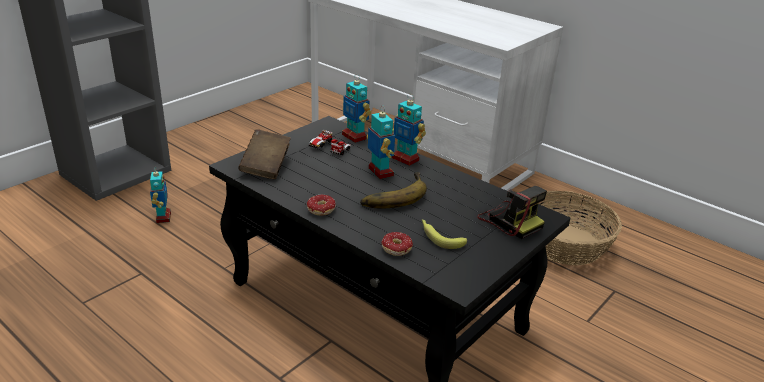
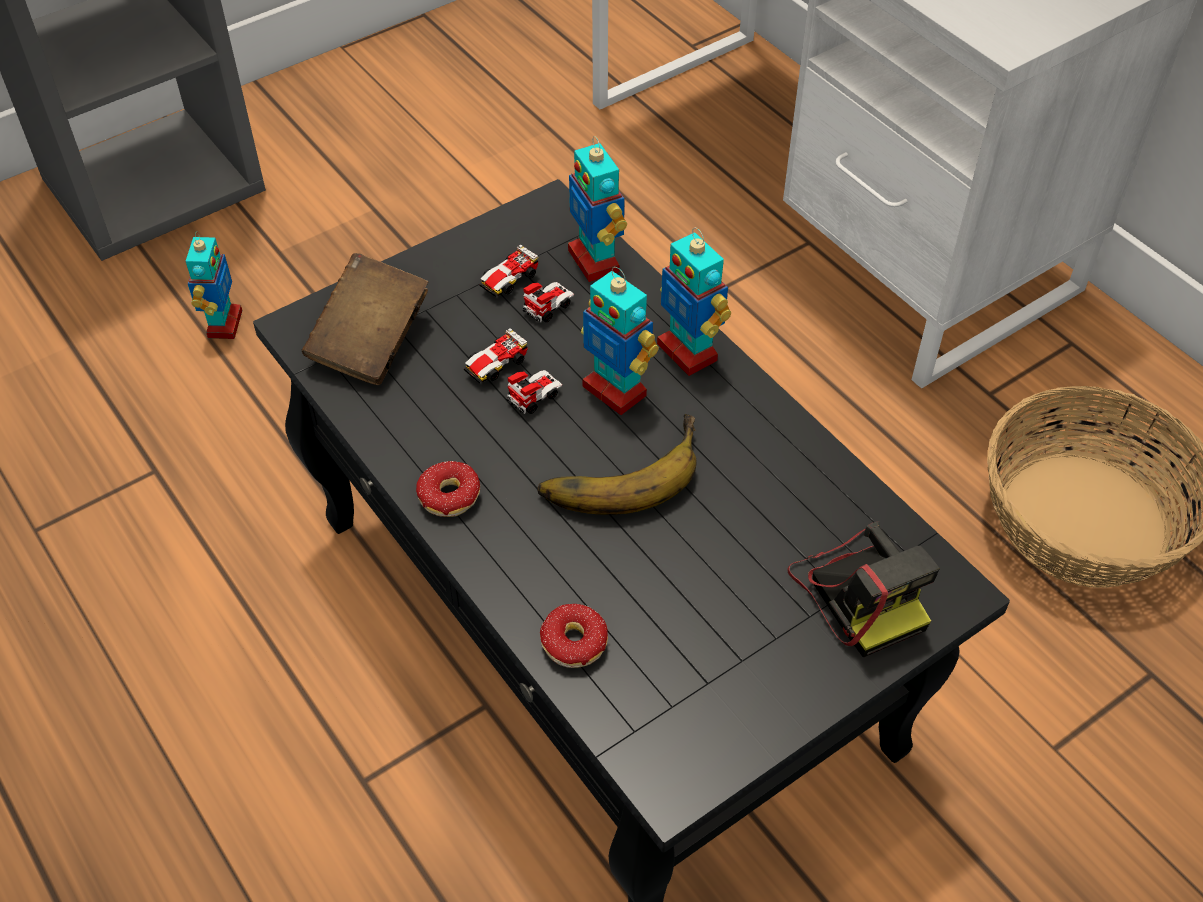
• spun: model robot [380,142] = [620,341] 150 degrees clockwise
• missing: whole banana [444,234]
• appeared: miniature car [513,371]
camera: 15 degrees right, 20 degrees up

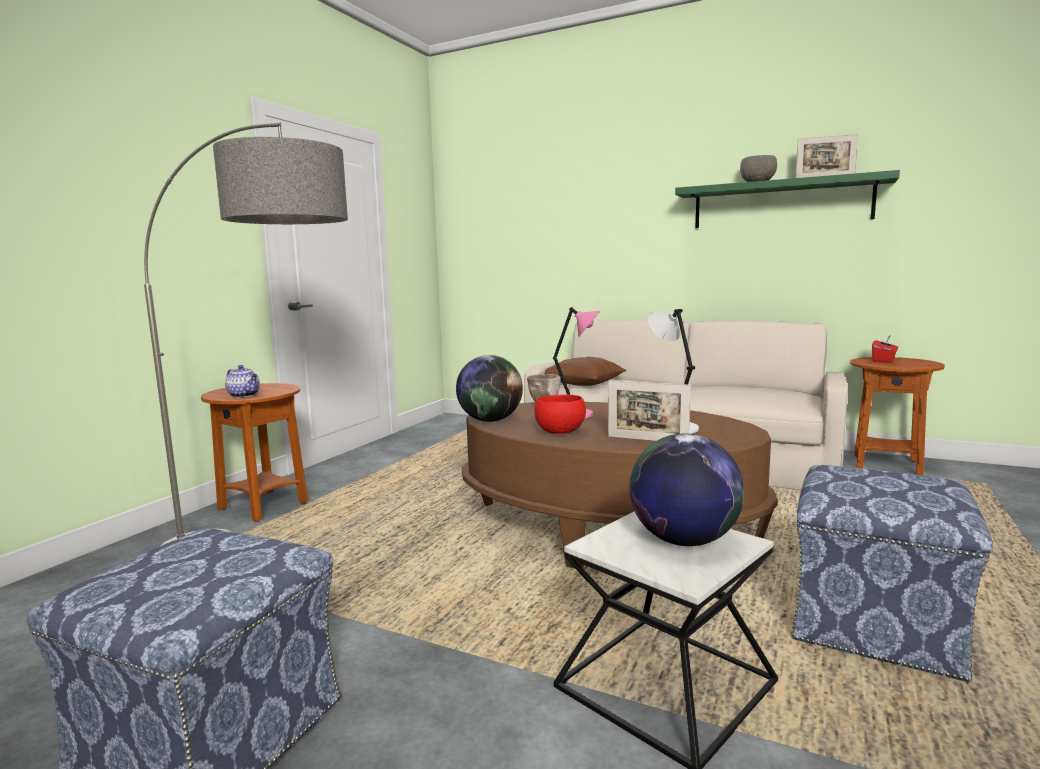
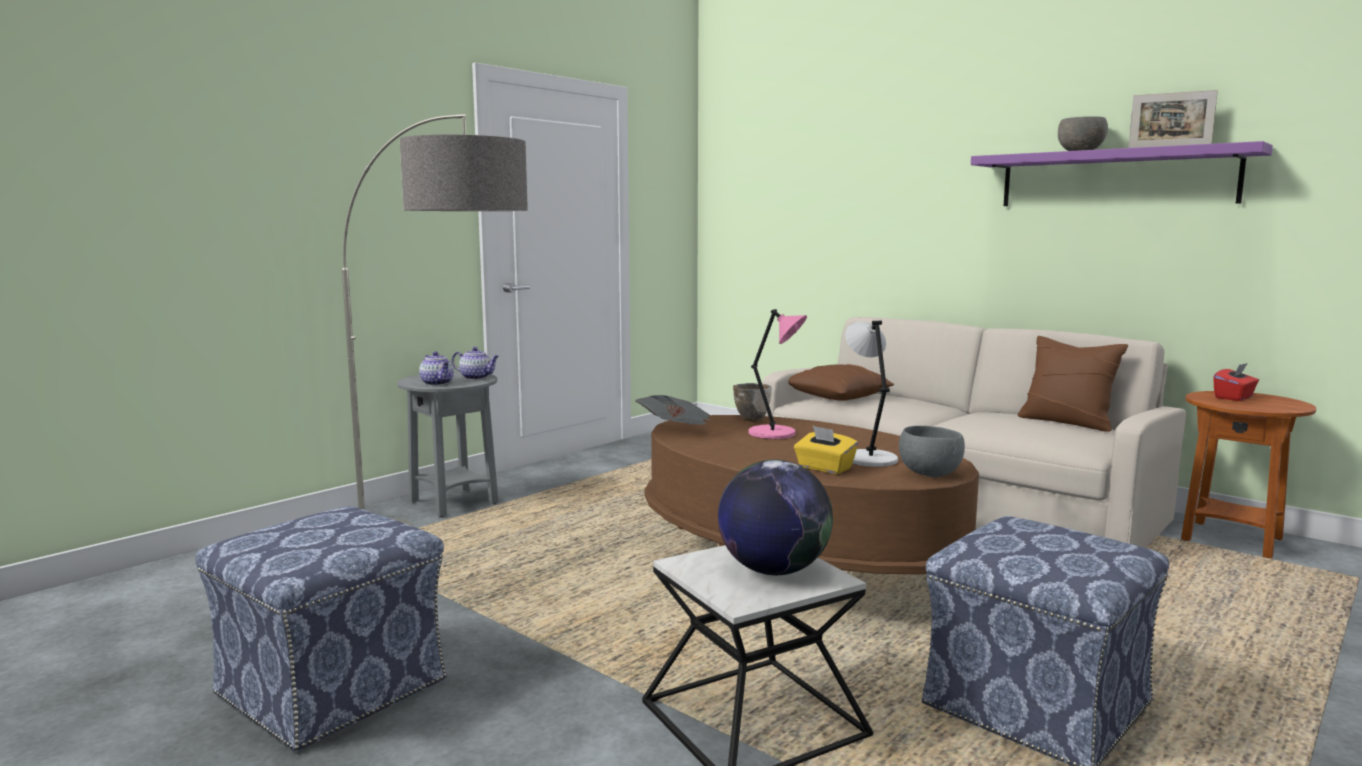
• colour: side table in brown [254,452] to side table in greyish [448,444]
• exchanged: globe [489,388] to daily paper [672,410]
• missing: bowl in red [560,414]
• exchanged: photo frame [649,410] to box of tissues in yellowish [826,450]
• colour: bracket shelf in green-coloured [787,199] to bracket shelf in purplish [1122,173]
• appeared: pot for tea [475,363]
• appeared: bowl in greyish [932,451]
• appeared: pillow in brown [1073,384]
camera: 15 degrees right, 0 degrees up

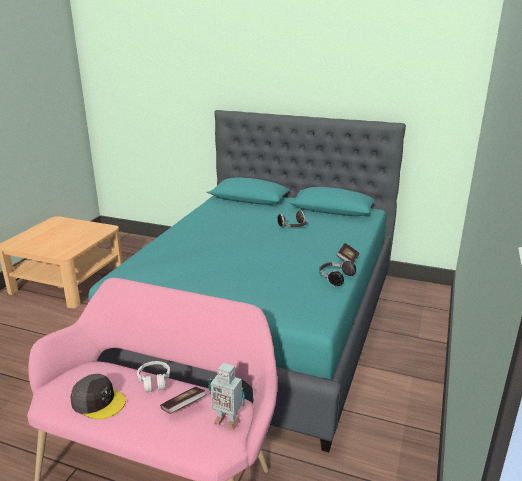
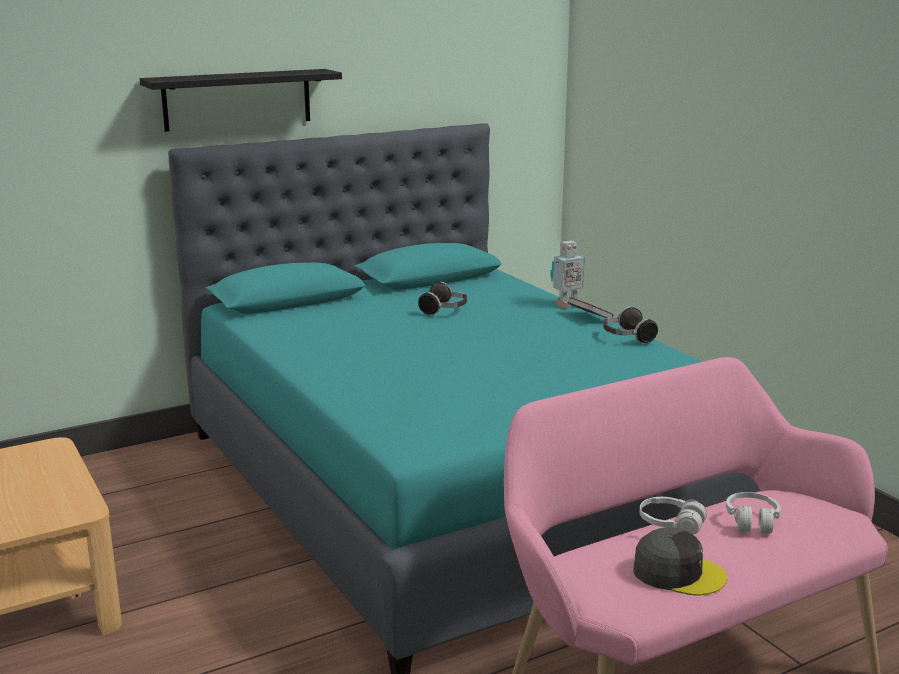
• spun: baseball cap in greyish [98,396] = [680,561] 45 degrees clockwise
• exchanged: bound book [183,400] to headphones in whitish [753,513]
• relocated: model robot [227,396] to [568,275]
• appeared: bracket shelf in blackish [241,100]
camera: 50 degrees left, 5 degrees down

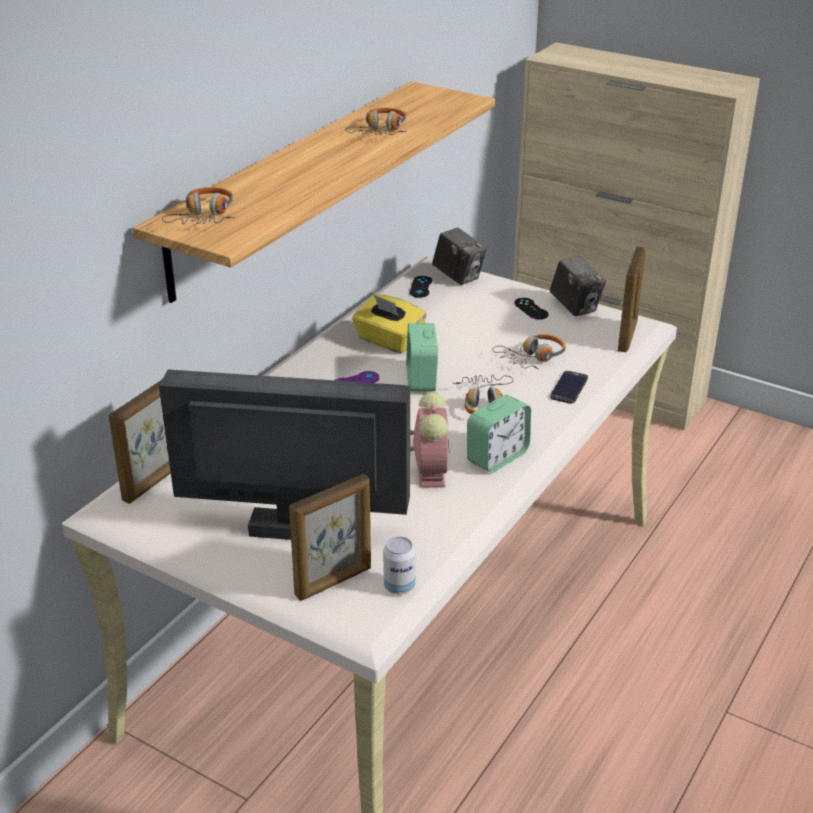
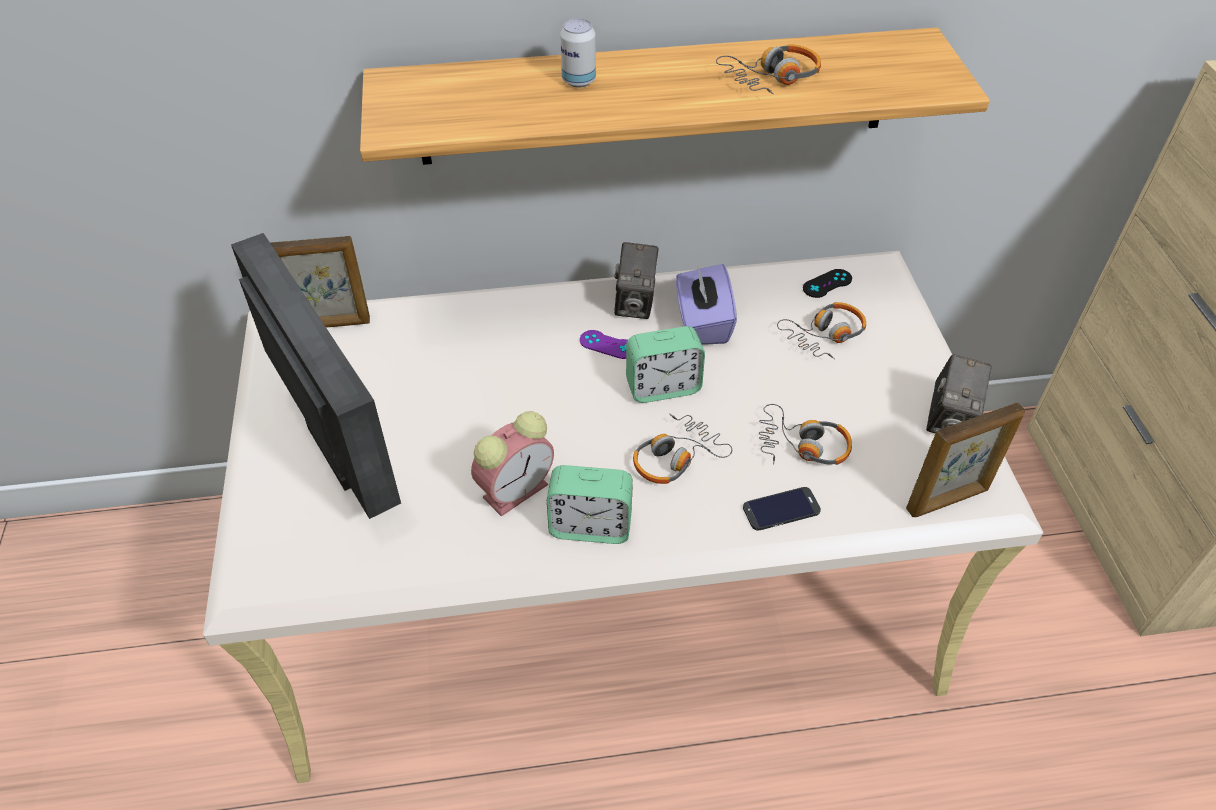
• relocated: headphones [198,205] to [821,330]
• missing: photo frame [330,537]
• colour: box of tissues in yellowish [389,324] to box of tissues in purplish [706,304]
• relocated: can [399,565] to [578,53]
• spun: alarm clock [422,357] = [665,364] 150 degrees counterclockwise
• relocated: still camera [459,256] to [636,280]
• missing: gamepad in blackish [531,309]
camera: 50 degrees right, 15 degrees up

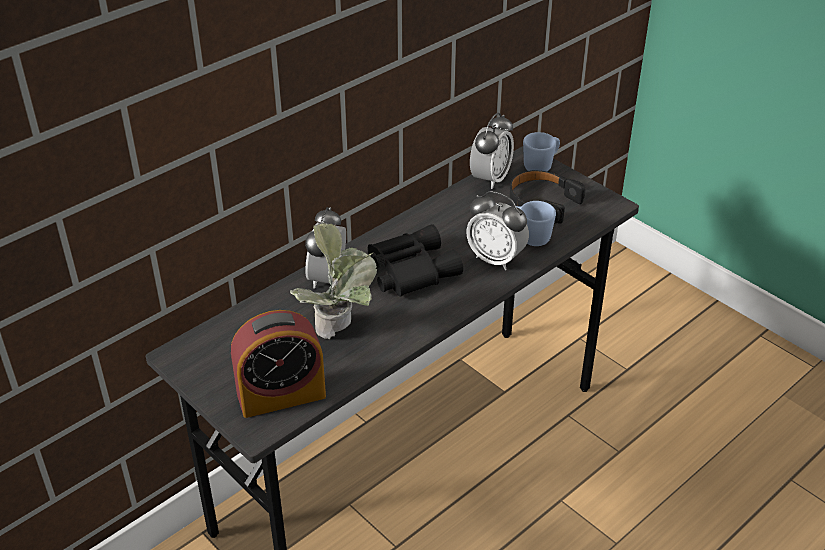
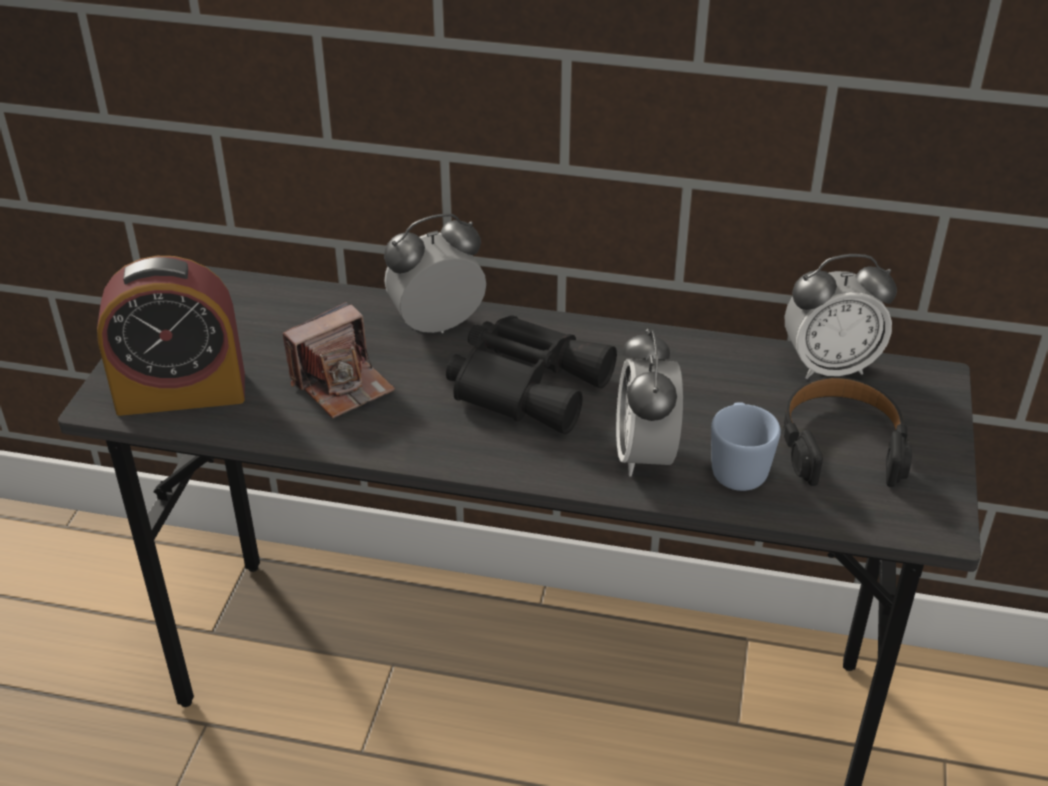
• spun: alarm clock [278,364] = [171,336] 45 degrees counterclockwise
• exchanged: houseplant [333,280] to still camera [339,360]
• missing: mug in bluish [541,151]
camera: 55 degrees right, 0 degrees up

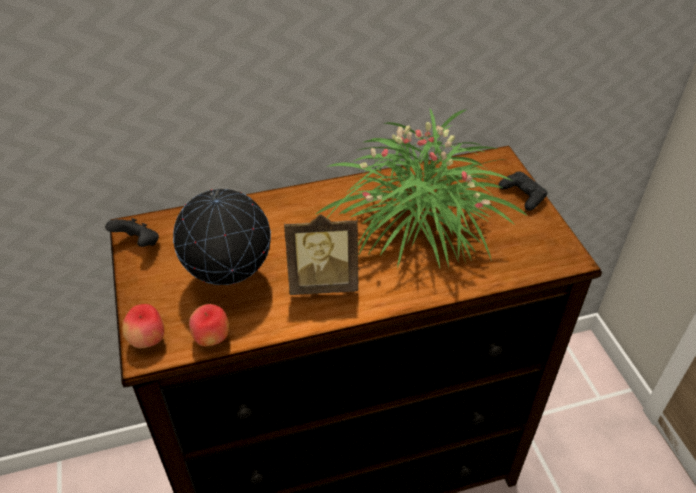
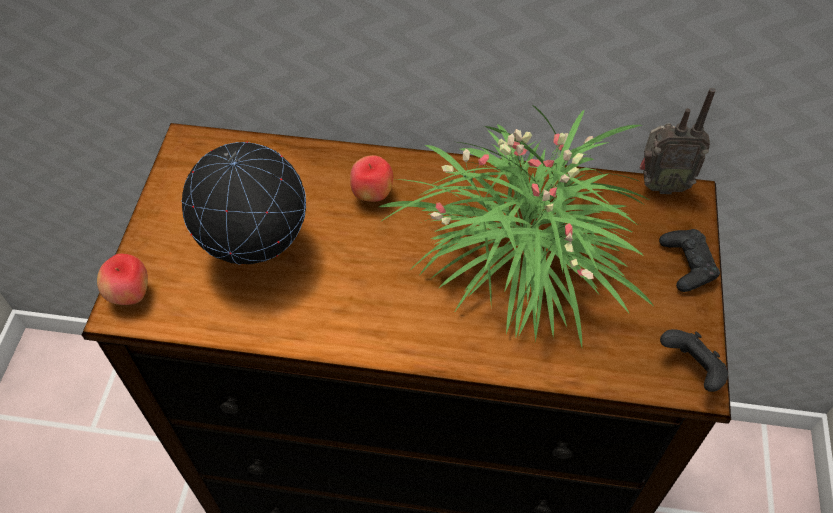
• relocated: gamepad in blackish [132,232] to [694,360]
• relocated: apple fruit [209,325] to [371,178]
• missing: photo frame [321,254]
• appeared: radio receiver [678,141]
camera: 25 degrees right, 10 degrees up

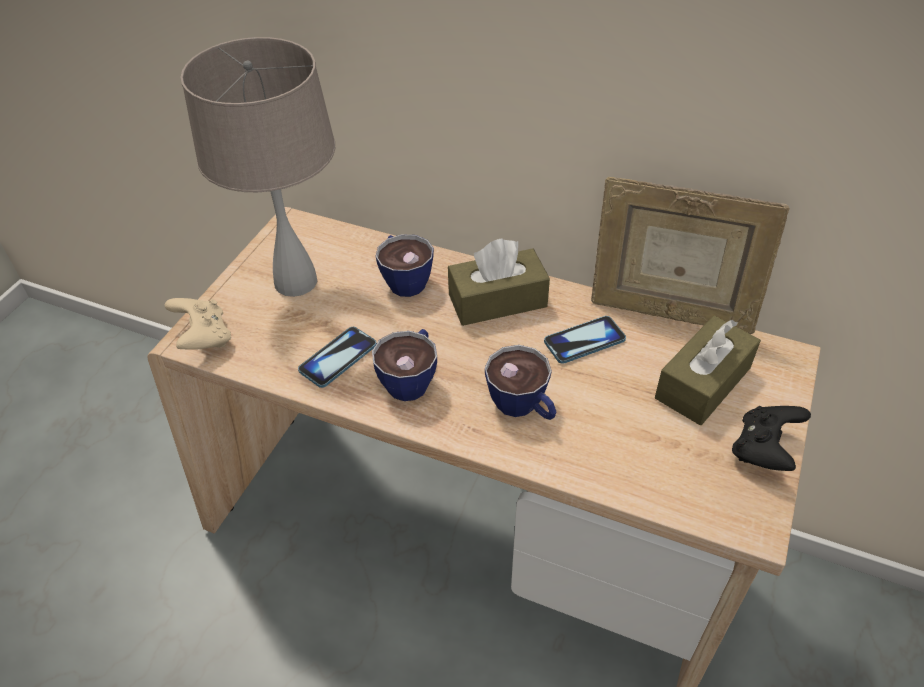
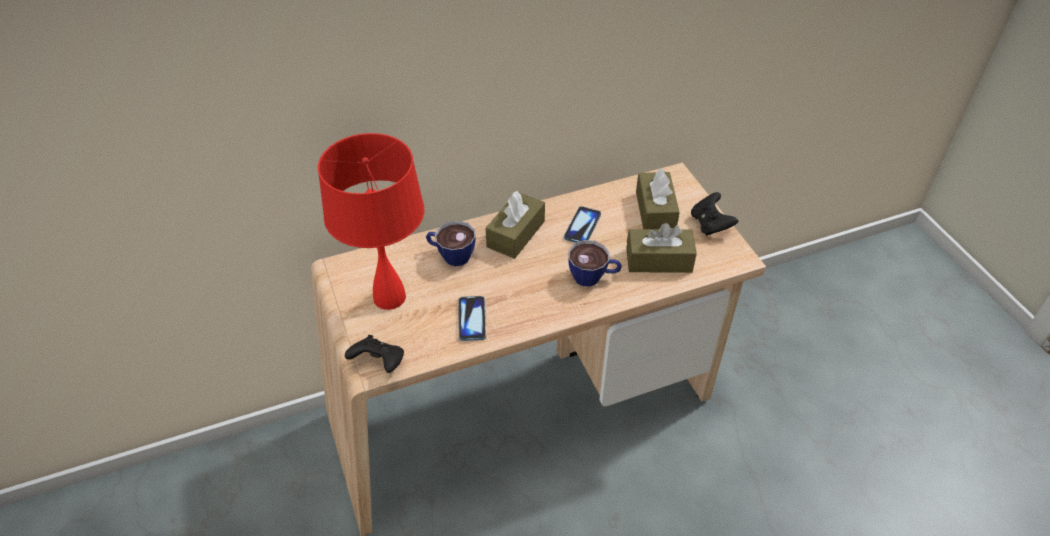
• colour: gamepad in beige-coloured [198,324] to gamepad in blackish [374,354]
• colour: table lamp in beige-coloured [257,167] to table lamp in red [371,221]
• missing: small cup [404,365]
• missing: photo frame [690,255]
• appeared: box of tissues in brown [661,248]
camera: 45 degrees left, 0 degrees up

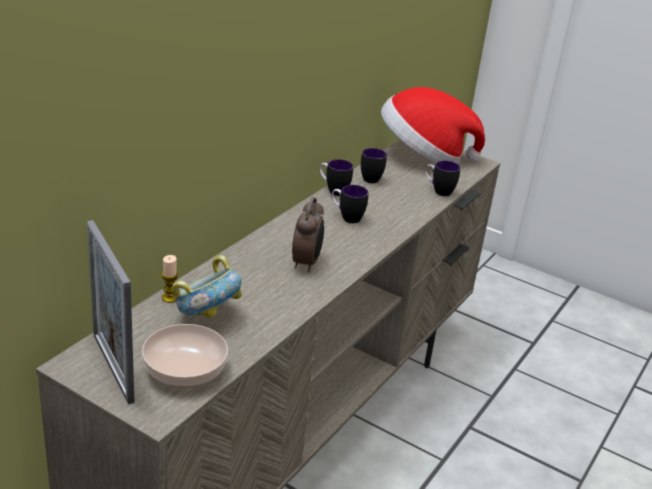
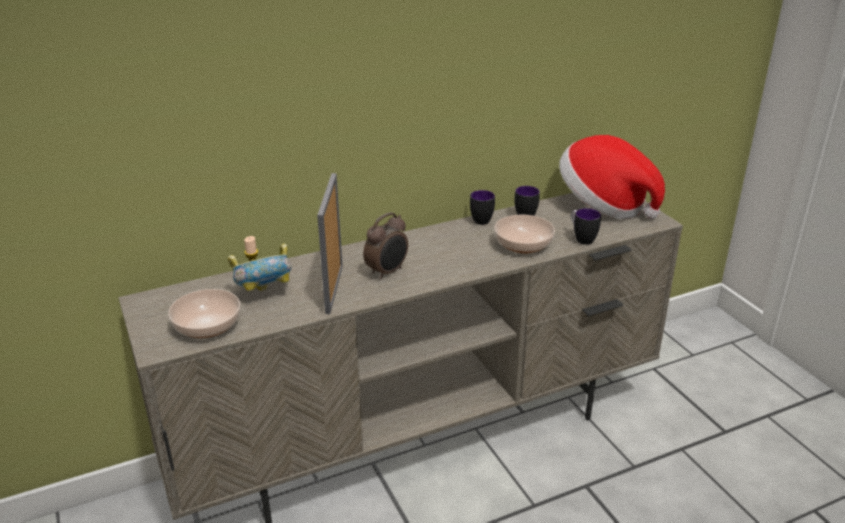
• relocated: photo frame [110,312] to [330,243]
• missing: mug [350,204]
• appeared: bowl [524,234]
camera: 35 degrees right, 0 degrees up

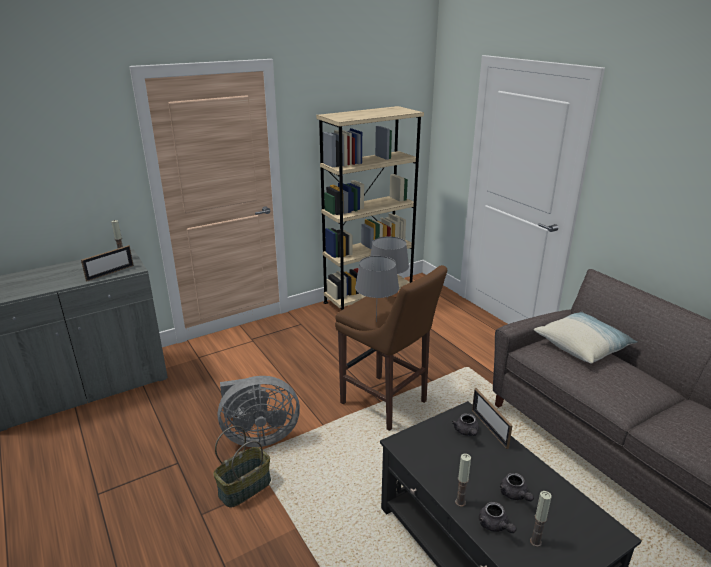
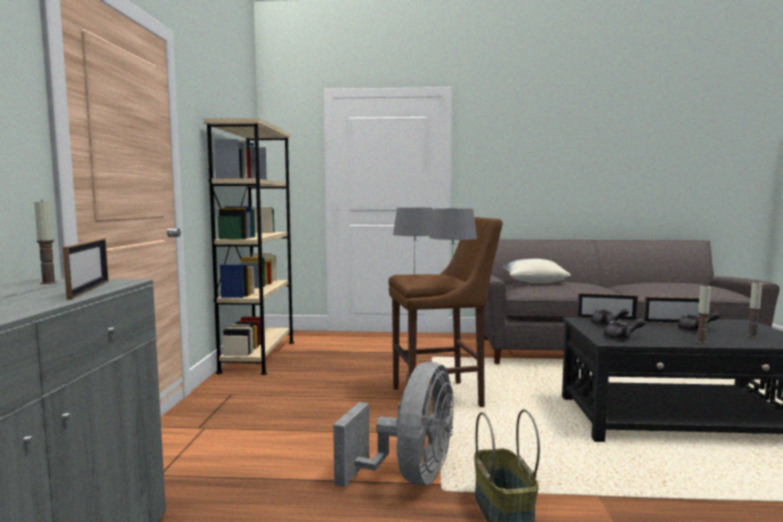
• relocated: pot for tea in greyish [497,517] to [624,329]
• appeared: photo frame [671,310]
camera: 55 degrees left, 20 degrees down

